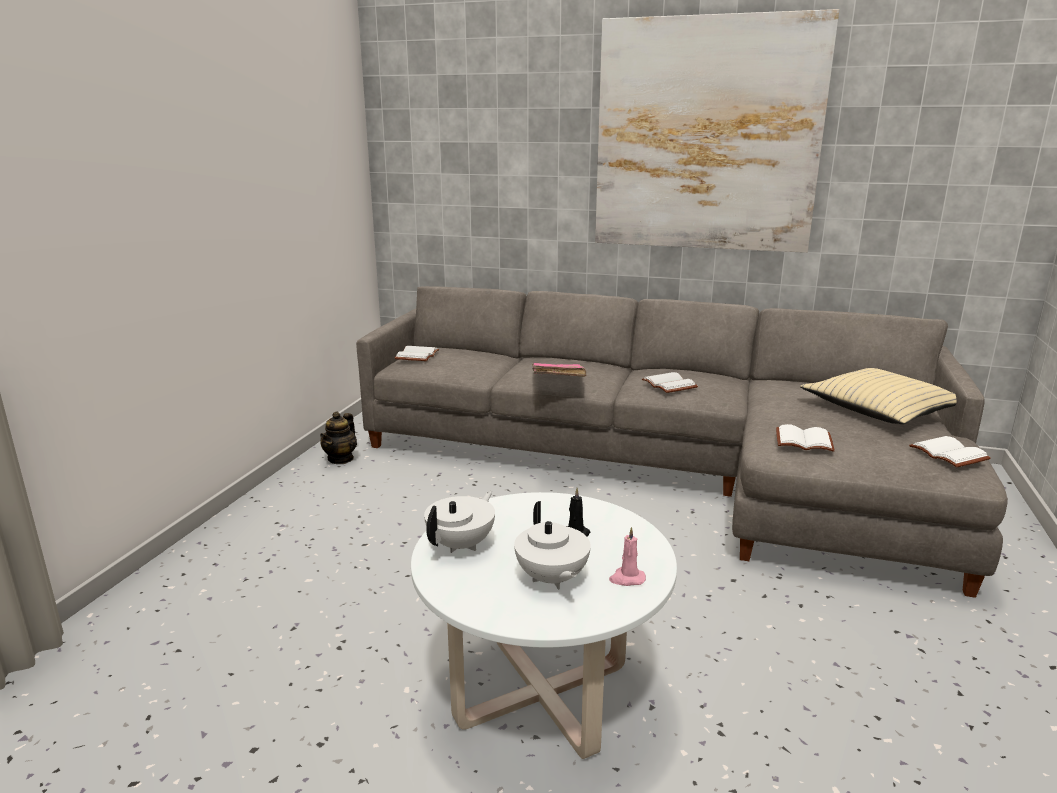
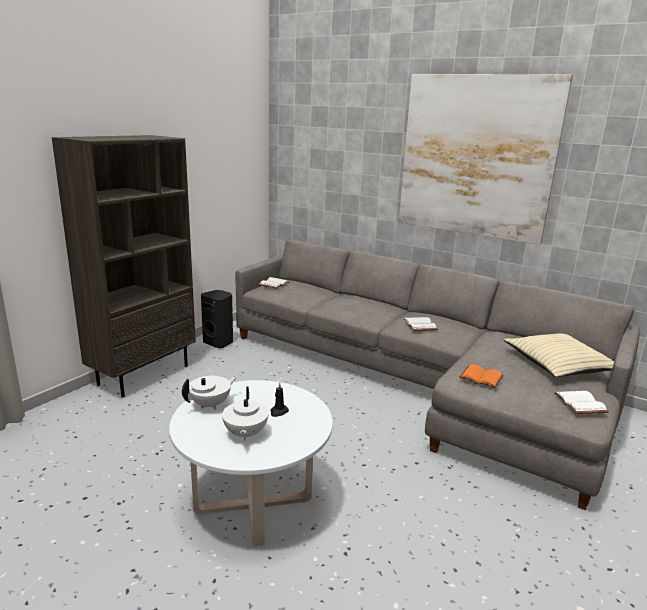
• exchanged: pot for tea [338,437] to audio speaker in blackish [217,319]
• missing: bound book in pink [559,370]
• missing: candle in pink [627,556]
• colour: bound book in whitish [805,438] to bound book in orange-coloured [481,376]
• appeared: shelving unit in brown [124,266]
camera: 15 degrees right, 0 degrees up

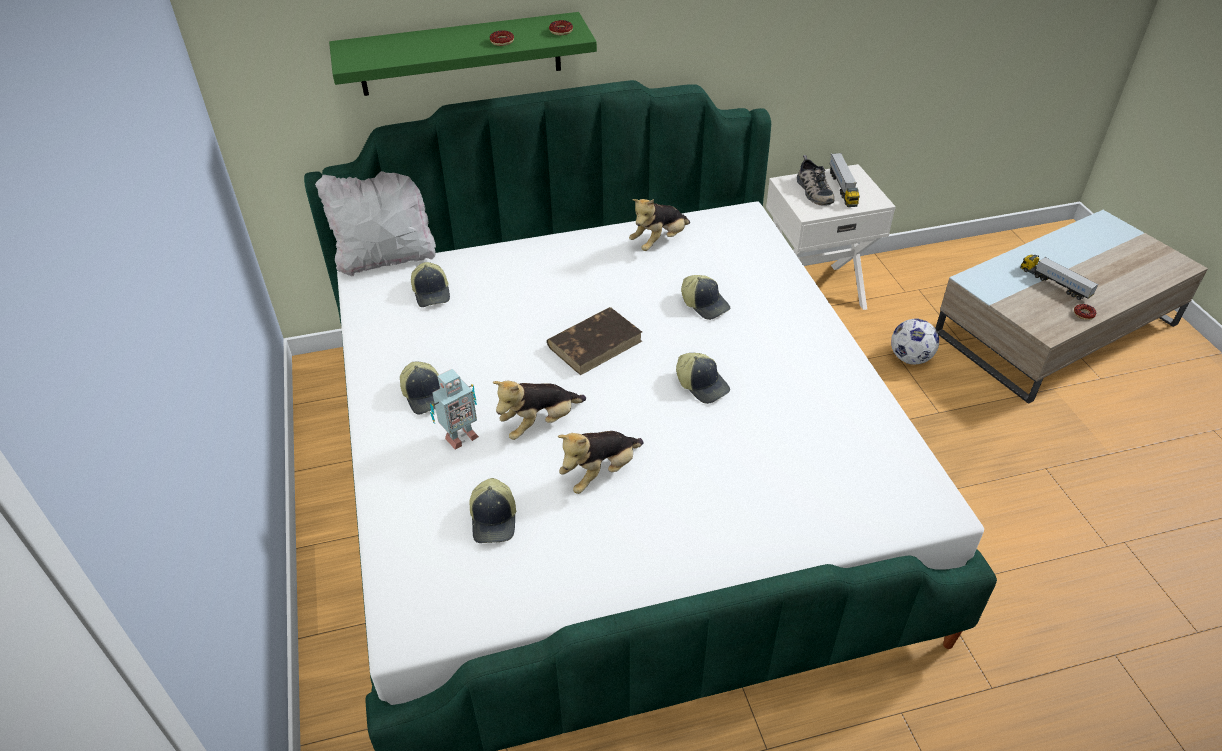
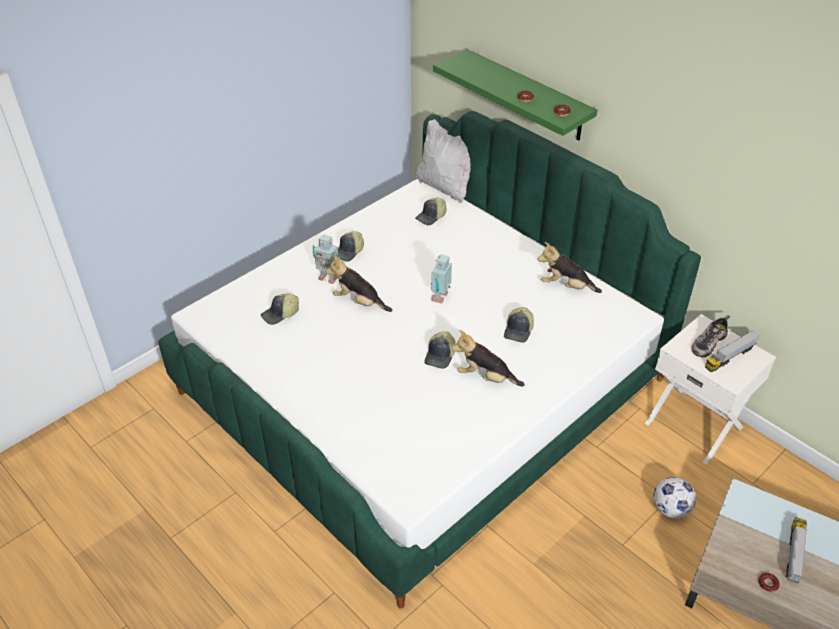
• exchanged: bound book in brown [594,341] to model robot [441,279]
• relocated: soft toy [601,462] to [488,358]
camera: 60 degrees right, 0 degrees up

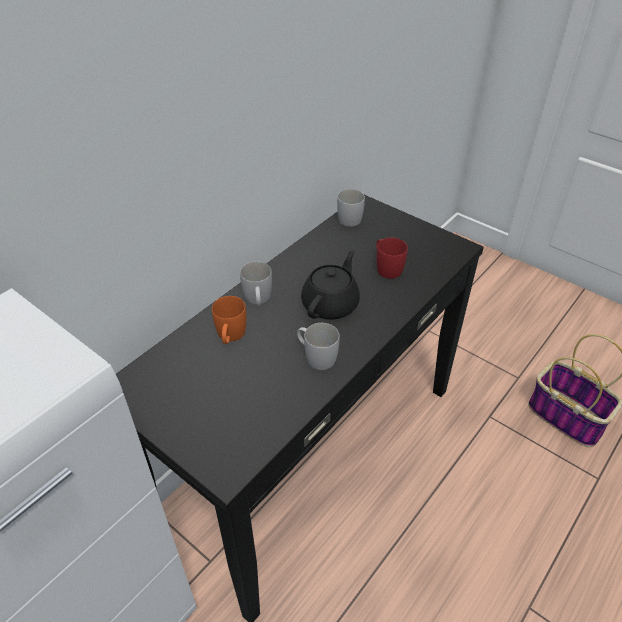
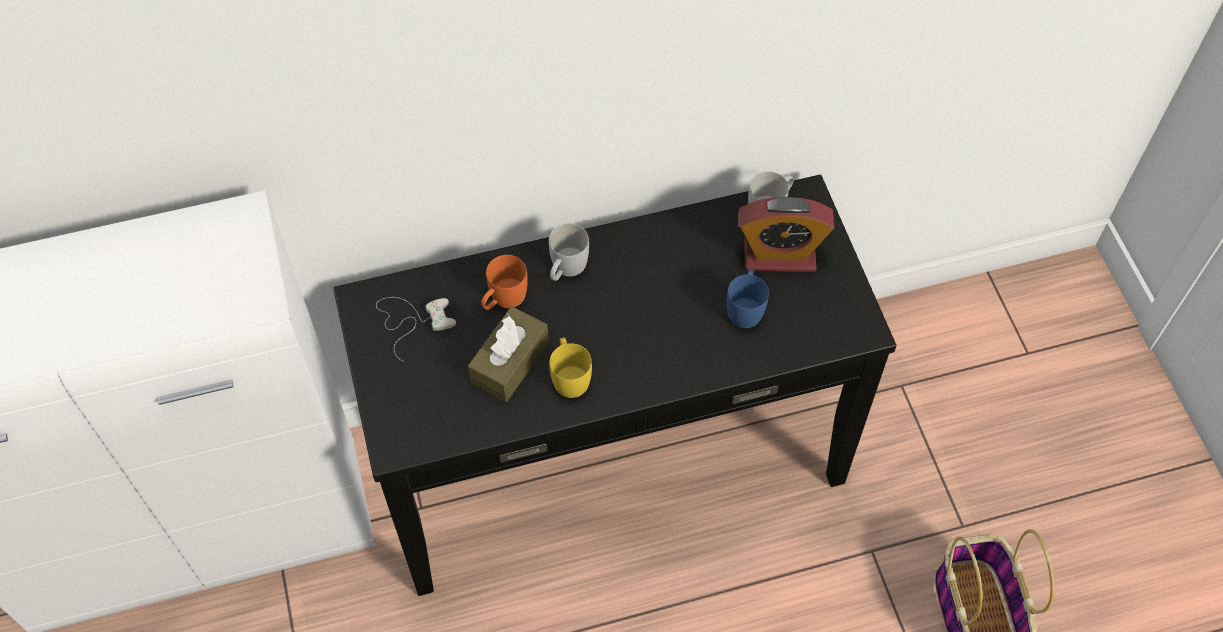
• colour: mug in whitish [318,346] to mug in yellowish [570,368]
• missing: pot for tea in blackish [330,285]
• colour: mug in red [392,258] to mug in bluish [748,298]
• appeared: gamepad in whitish [416,329]
• appeared: box of tissues in brown [508,354]
• appeared: alarm clock [786,234]
camera: 35 degrees right, 15 degrees up

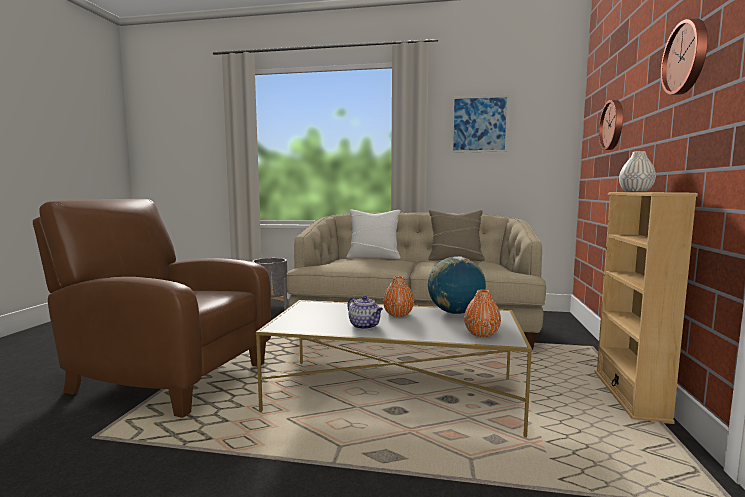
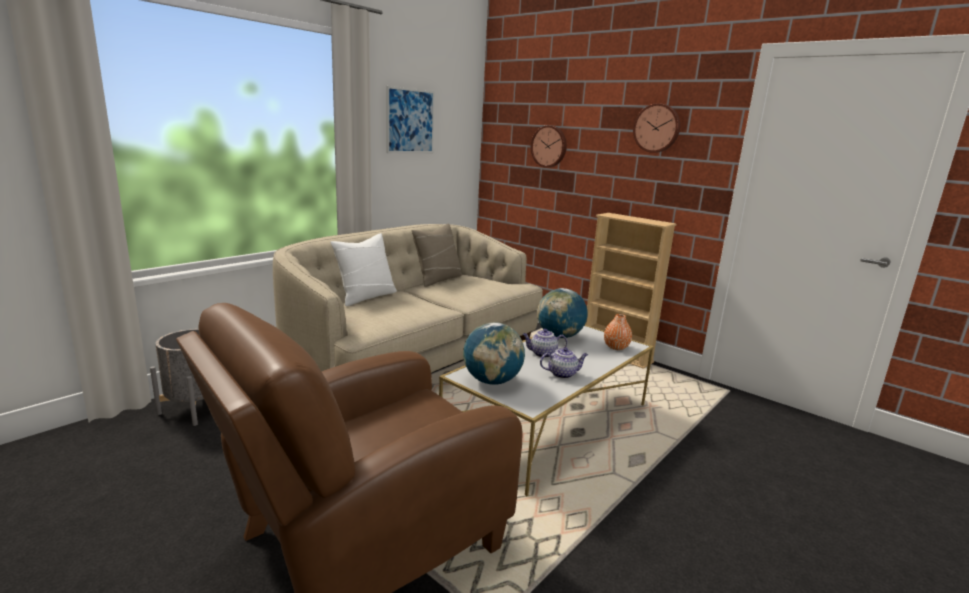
• exchanged: flower vase in orange-coloured [398,296] to pot for tea [544,343]
• missing: flower vase in whitish [637,171]
• appeared: globe [494,353]
camera: 60 degrees left, 10 degrees up

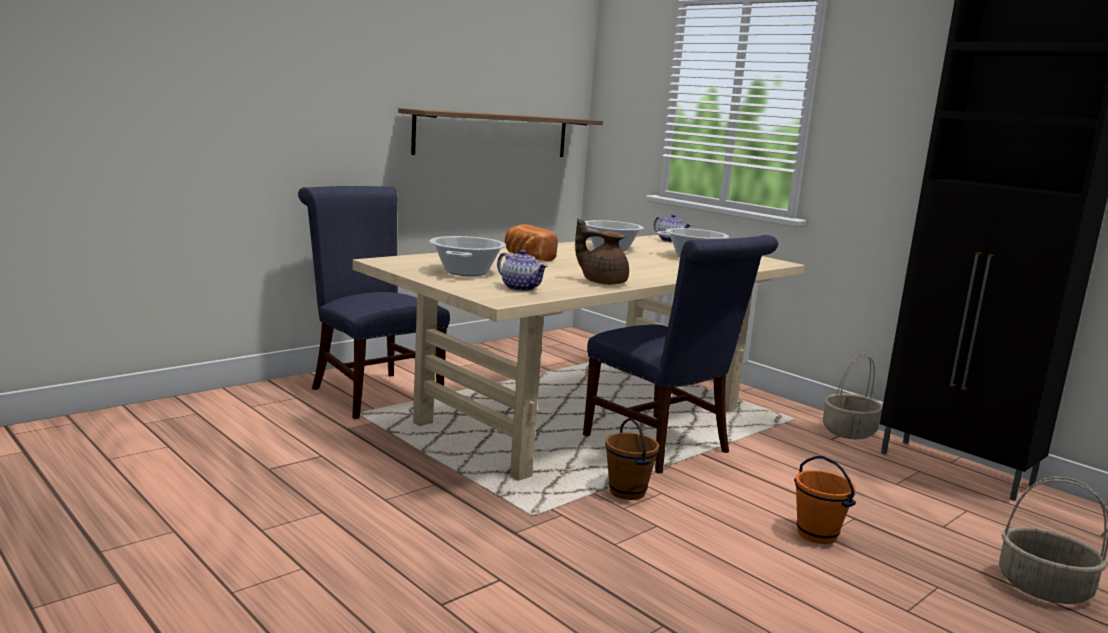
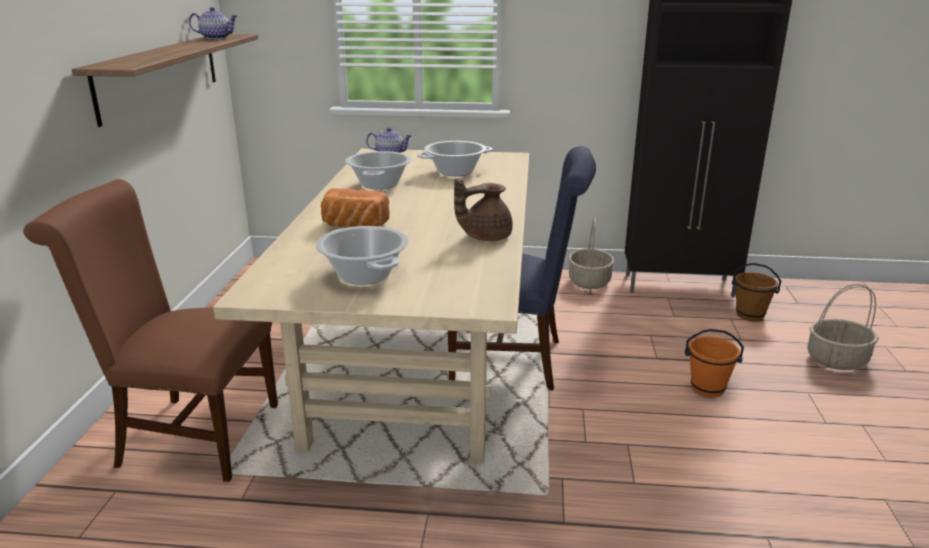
• colour: chair in bluish [374,302] to chair in brown [150,330]
• relocated: pot for tea [522,270] to [213,23]
• relocated: bucket in brown [632,459] to [756,292]
camera: 40 degrees left, 10 degrees up

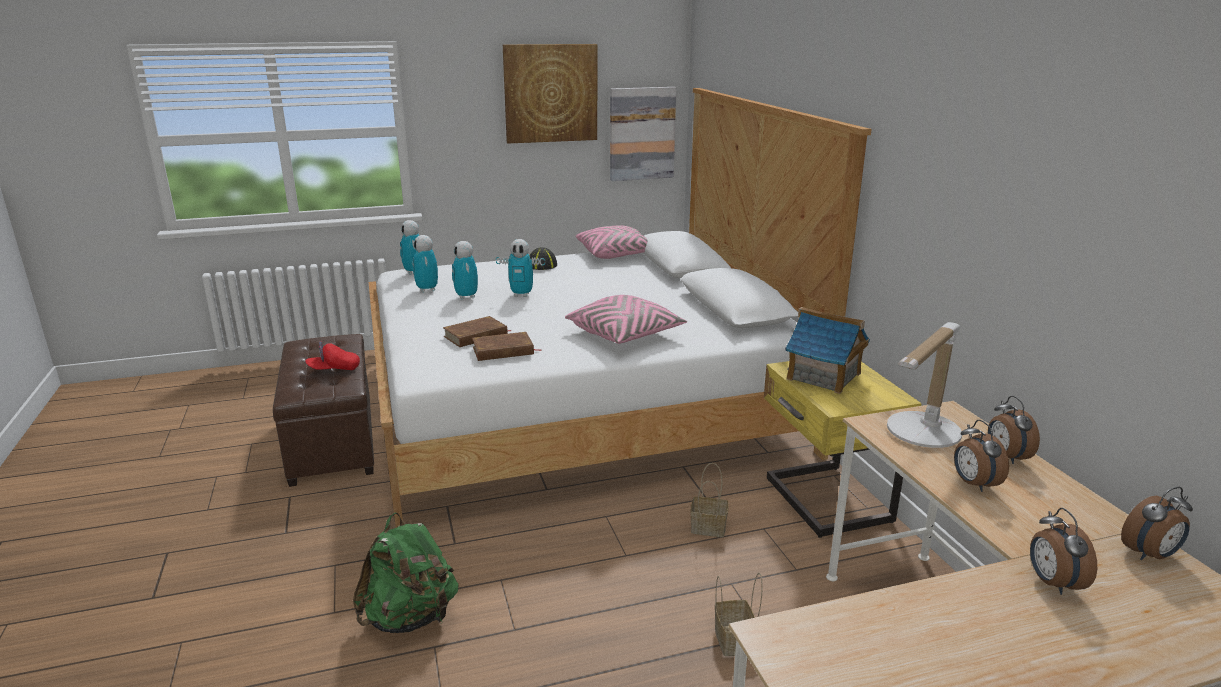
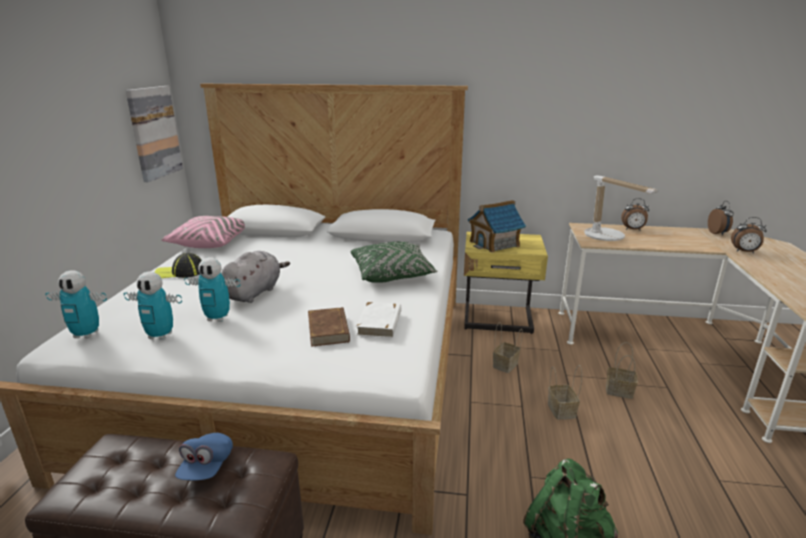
• colour: baseball cap in red [332,355] to baseball cap in bluish [204,456]
• colour: bound book in brown [507,346] to bound book in whitish [378,320]
• exchanged: model robot [520,268] to soft toy in greyish [255,277]
• missing: wall art [550,94]
• colour: pillow in pink [626,319] to pillow in green-coloured [393,262]
• missing: alarm clock [981,456]
• appeared: basket [565,392]
camera: 65 degrees left, 0 degrees up

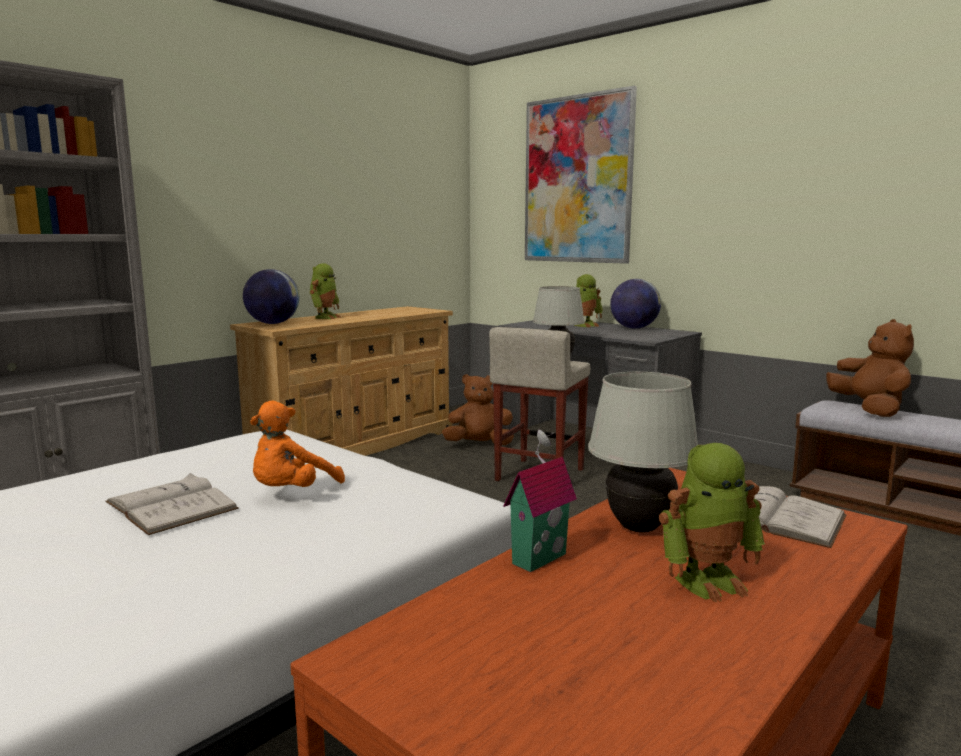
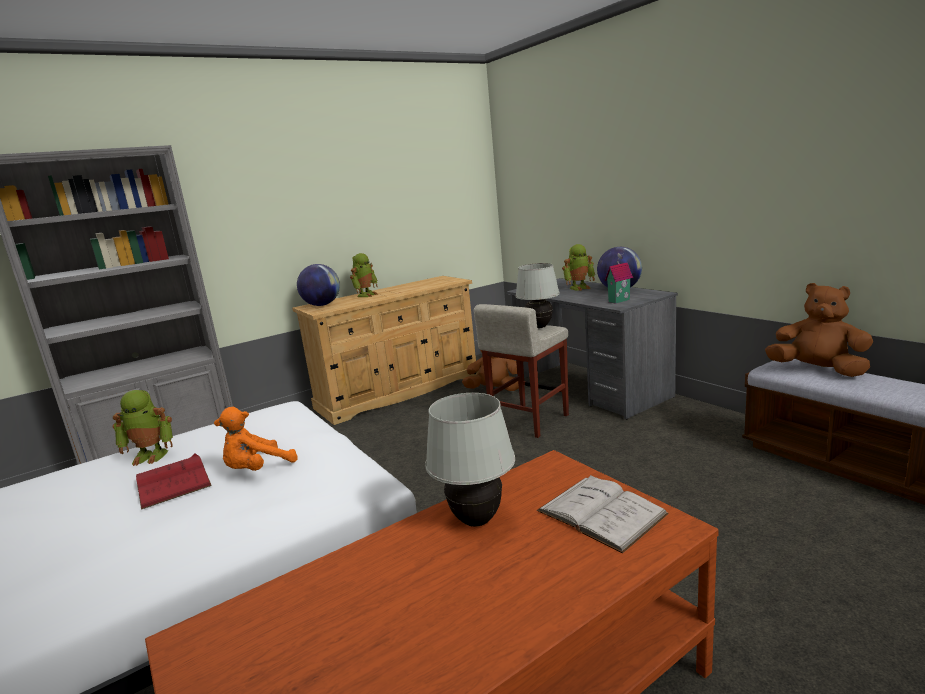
• colour: bound book in whitish [172,504] to bound book in red [174,481]
• relocated: model house [540,501] to [619,278]
• missing: wall art [581,175]
• relocated: model robot [712,522] to [143,428]
• spun: soft toy in brown [870,368] = [819,330] 60 degrees counterclockwise
camera: 15 degrees right, 5 degrees up

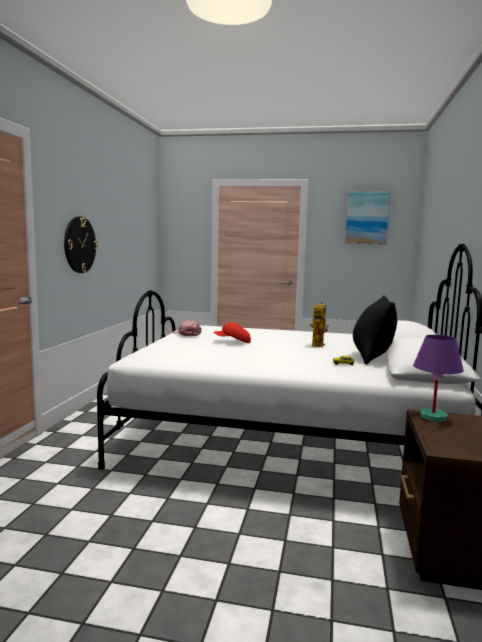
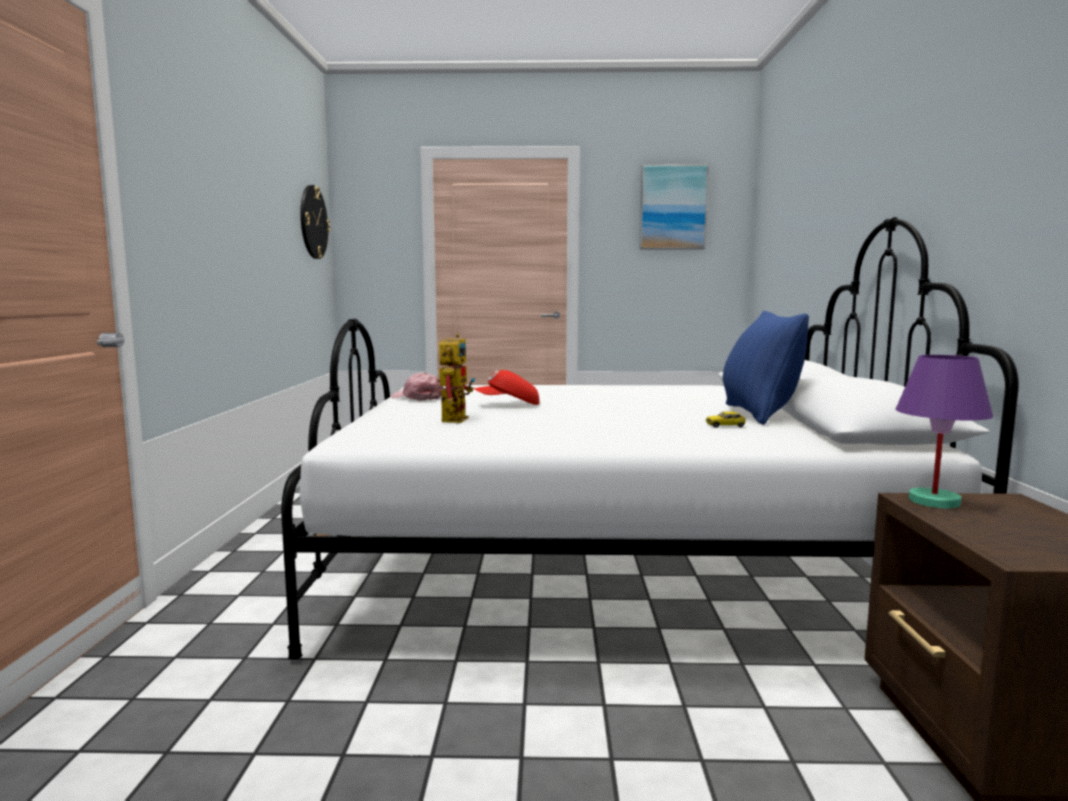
• relocated: hanging clock [81,244] to [315,222]
• relocated: model robot [319,324] to [456,378]
• colour: pillow in blackish [375,330] to pillow in bluish [766,368]
camera: 10 degrees left, 0 degrees up

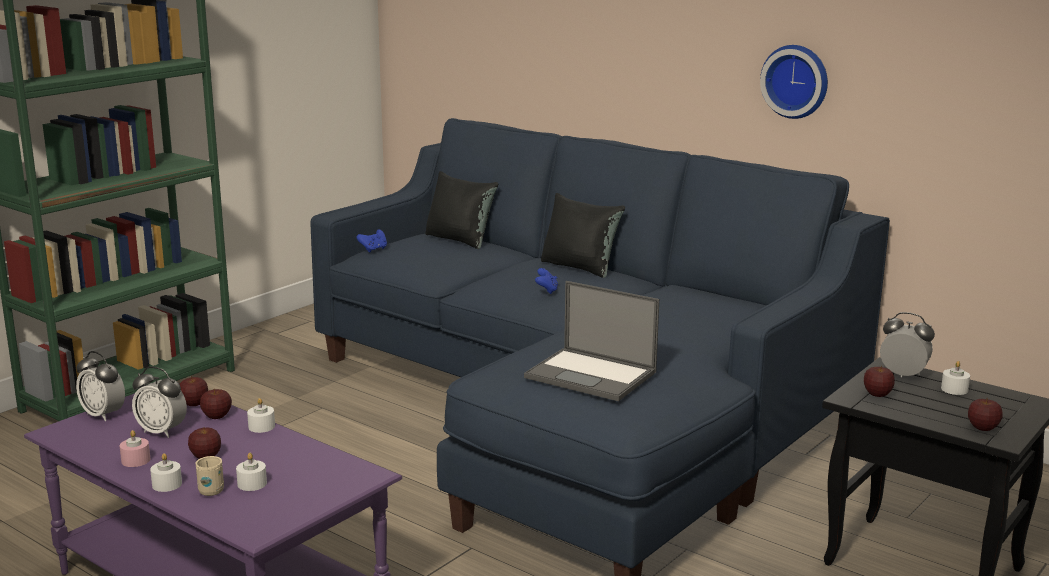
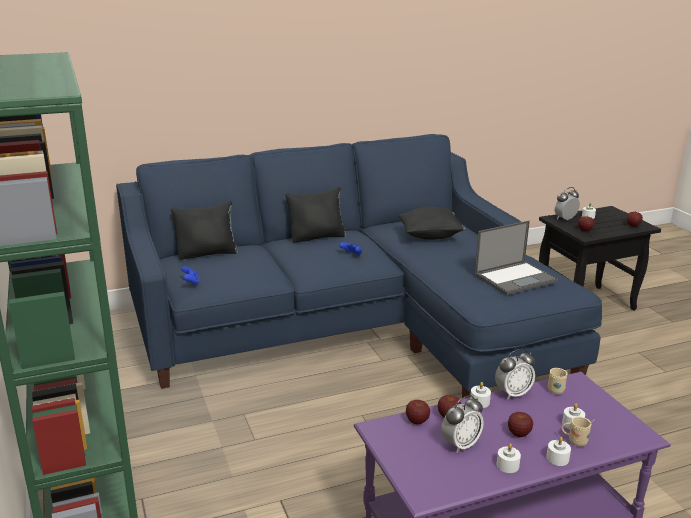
• relocated: alarm clock [100,386] to [515,374]
• colour: candle in pink [135,448] to candle in whitish [508,458]
• missing: hanging clock [794,82]
• appeared: pillow in blackish [431,223]
• appeared: mug in beige-coloured [557,381]
camera: 60 degrees left, 5 degrees up

